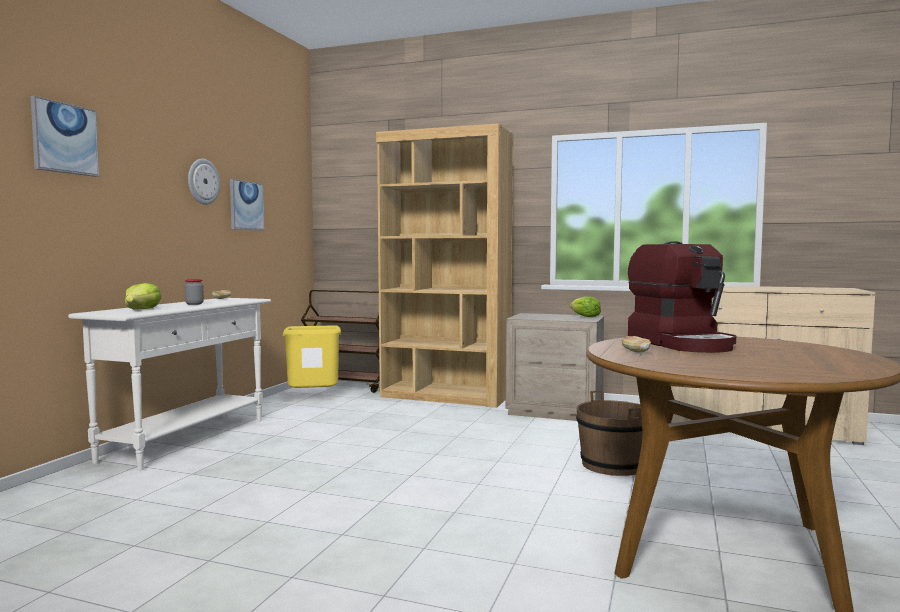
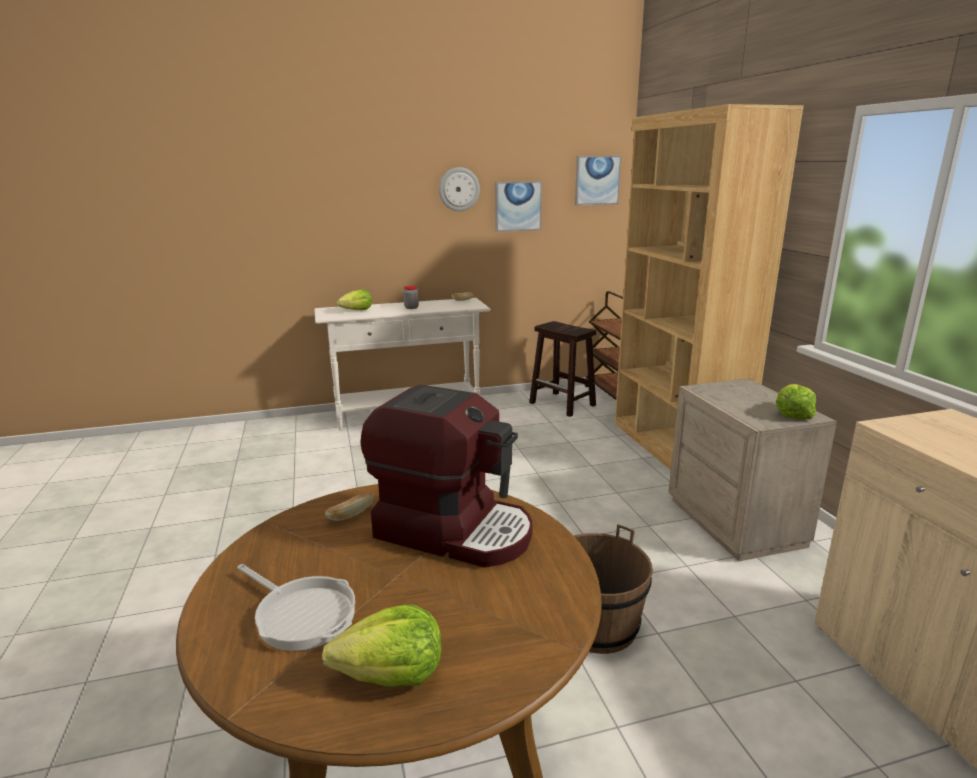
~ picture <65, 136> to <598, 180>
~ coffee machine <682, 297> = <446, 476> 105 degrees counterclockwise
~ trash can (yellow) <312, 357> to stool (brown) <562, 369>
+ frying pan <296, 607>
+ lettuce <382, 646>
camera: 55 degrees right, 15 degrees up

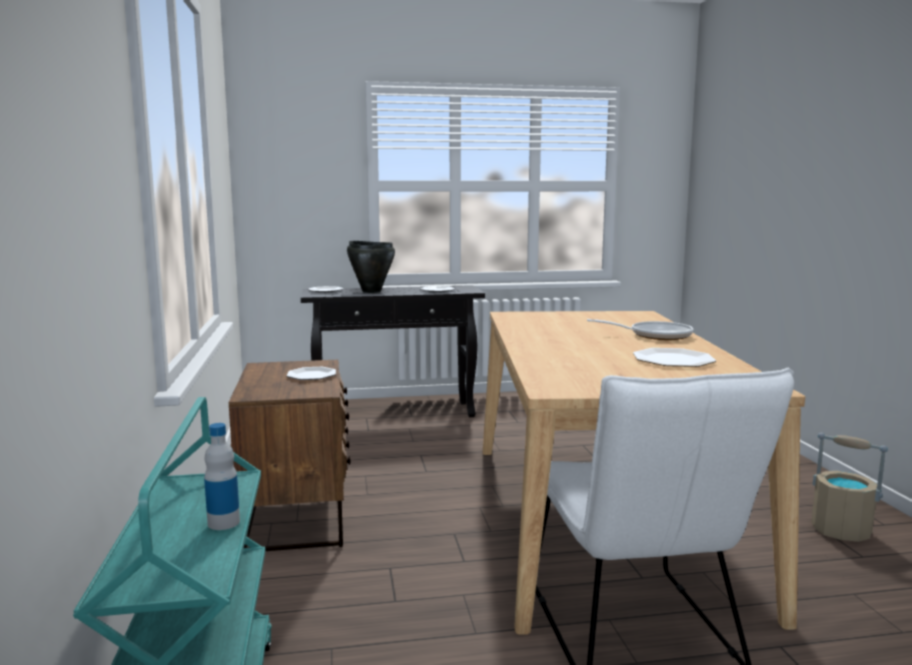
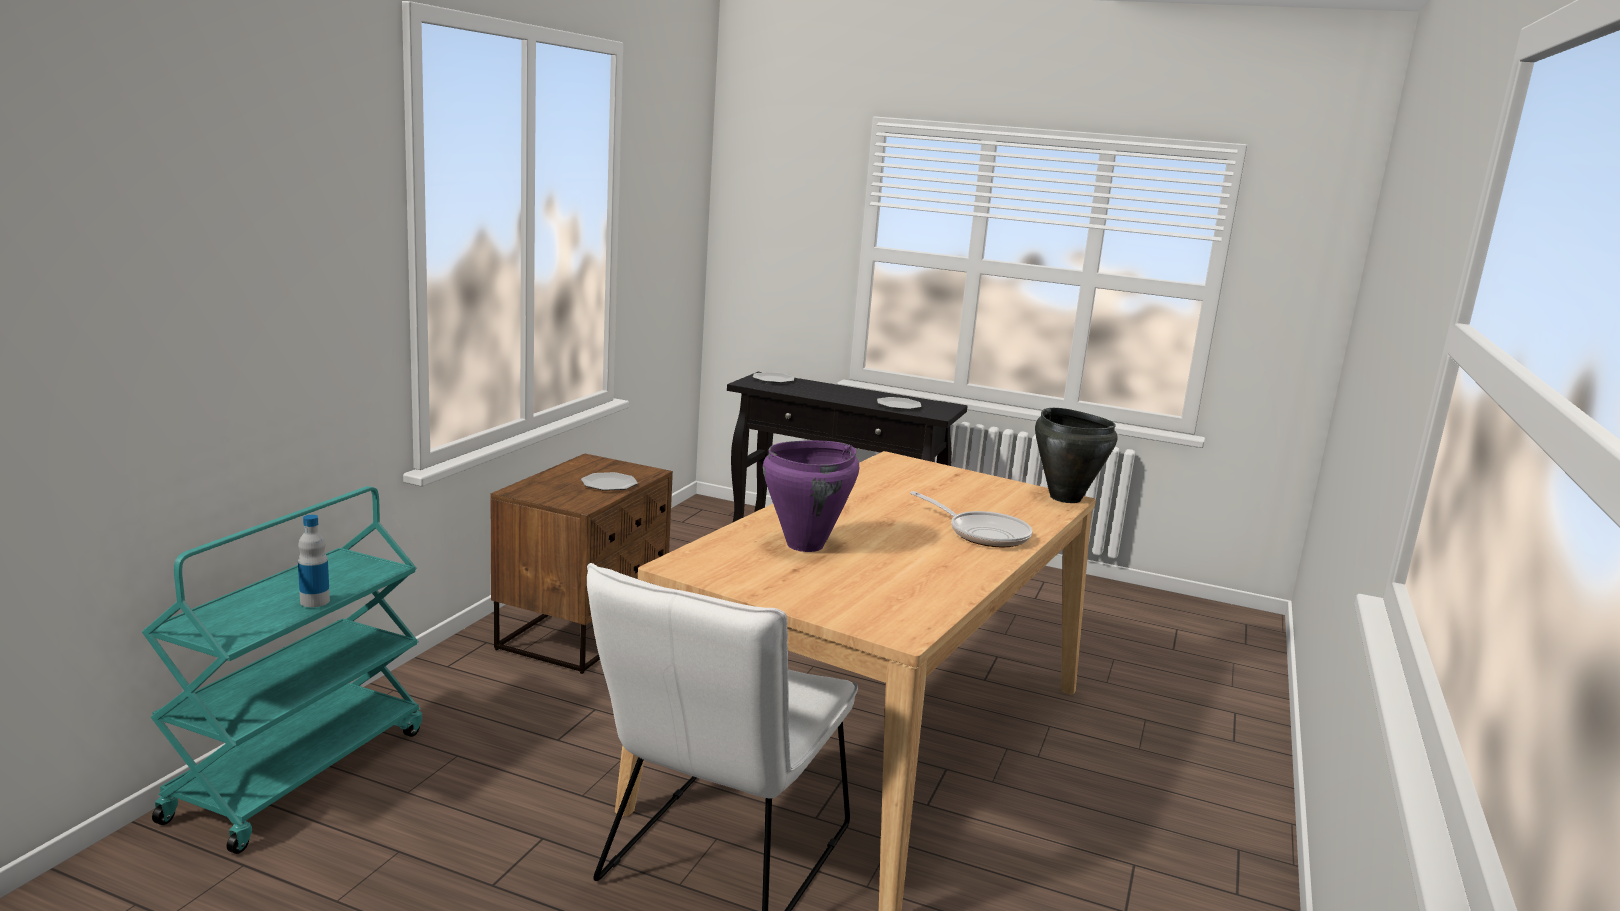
~ cooking pot (black) <371, 267> to <1076, 455>
- plate <674, 357>
- bucket (beige) <849, 487>
+ cooking pot (purple) <811, 496>
camera: 30 degrees right, 5 degrees up

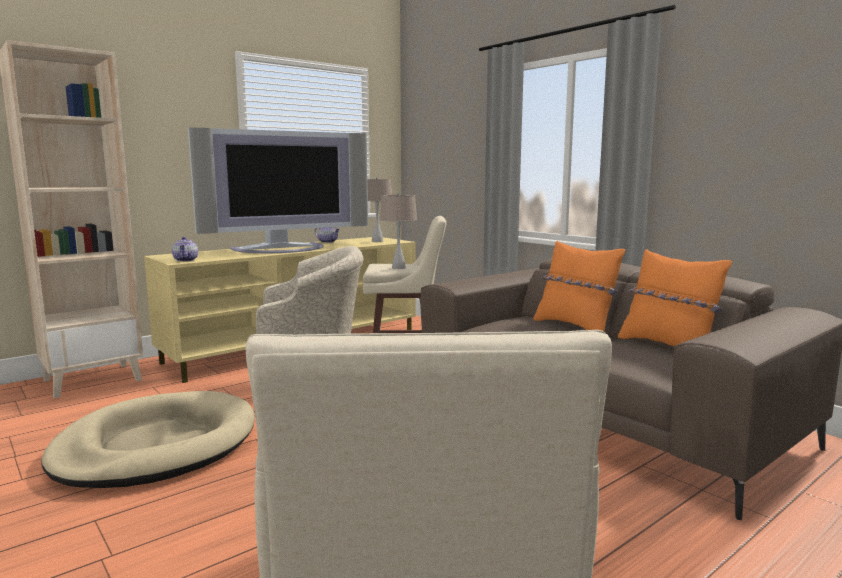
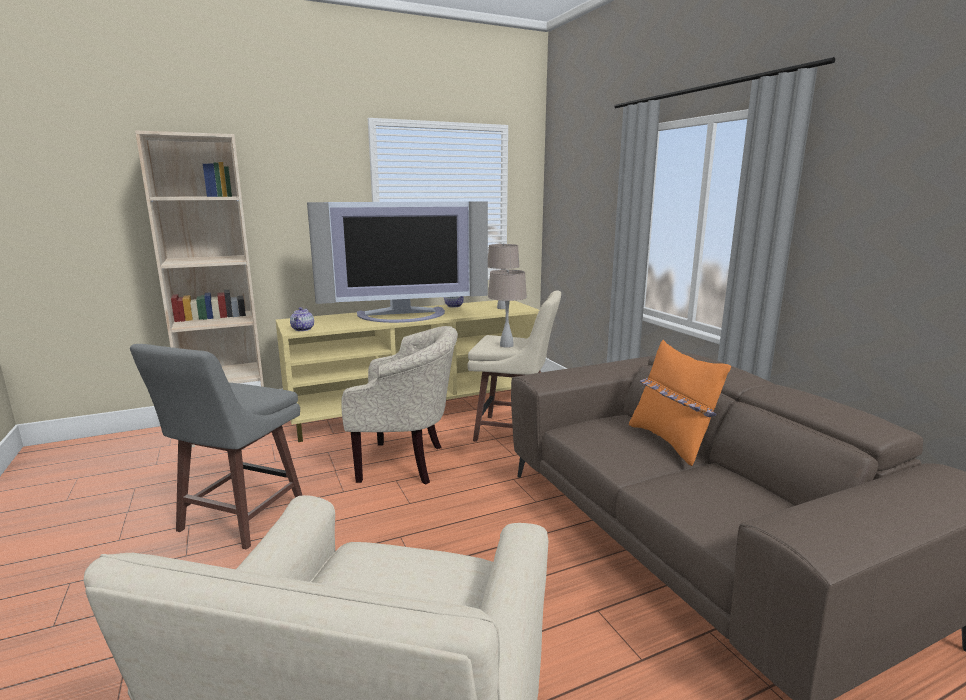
- pillow (orange) <675, 298>
~ dog bed (beige) <148, 439> to stool (grey) <216, 447>
camera: 15 degrees right, 5 degrees up

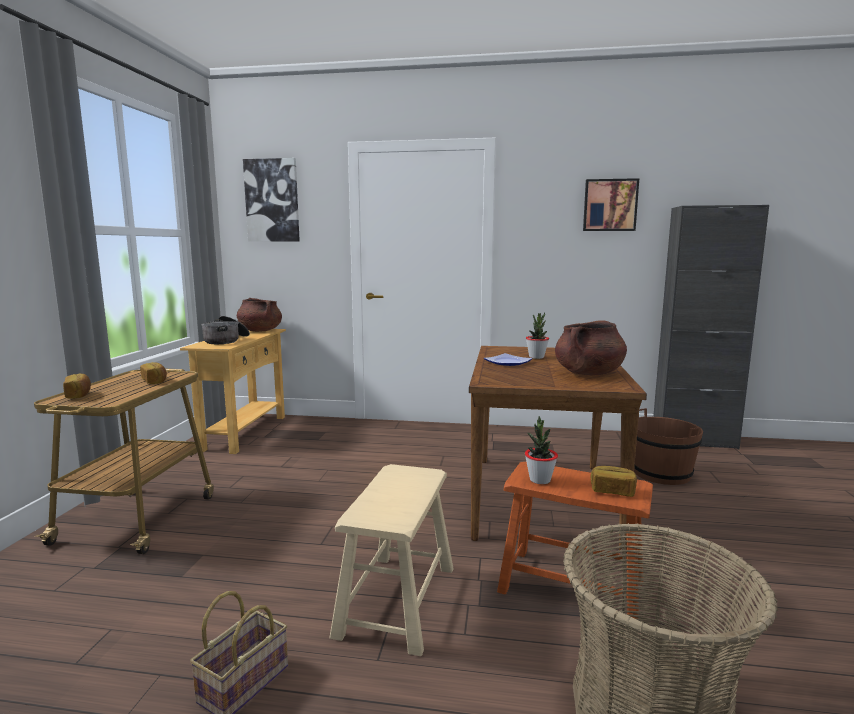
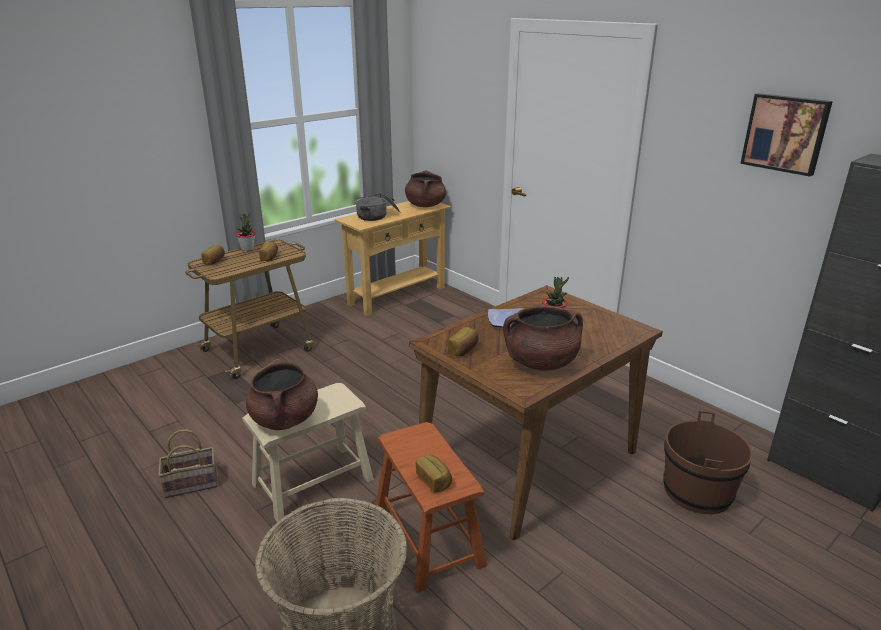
- picture <271, 200>
~ potted plant <541, 450> to <245, 231>
+ bread <463, 341>
+ cooking pot (brown) <282, 394>
camera: 40 degrees right, 15 degrees up

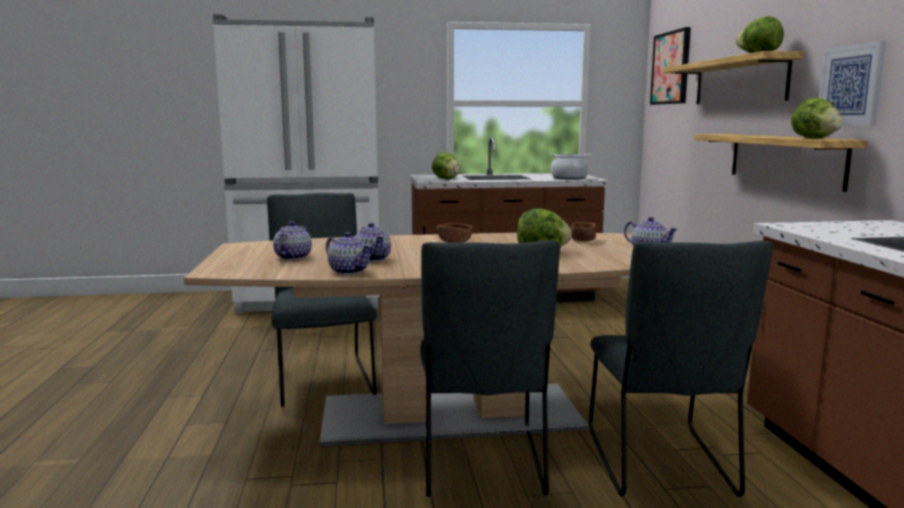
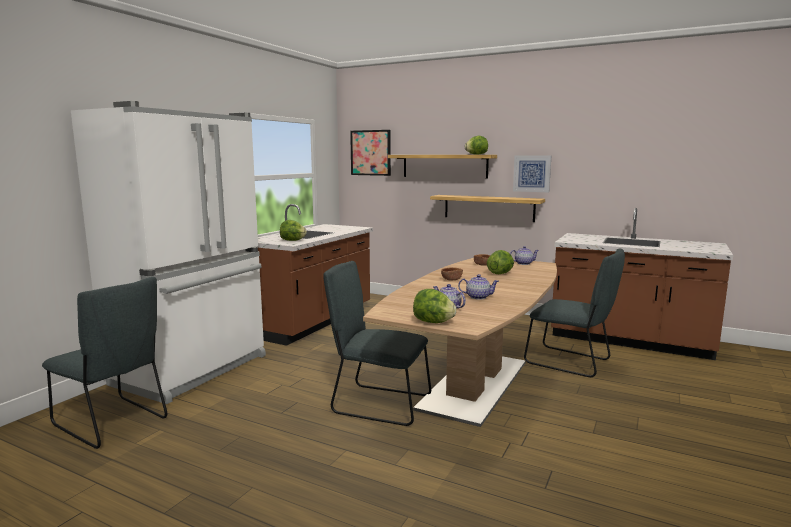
~ lettuce <817, 118> to <435, 306>
- cooking pot <570, 167>
- teapot <349, 253>
~ chair (grey) <490, 368> to <104, 363>
camera: 55 degrees left, 0 degrees up

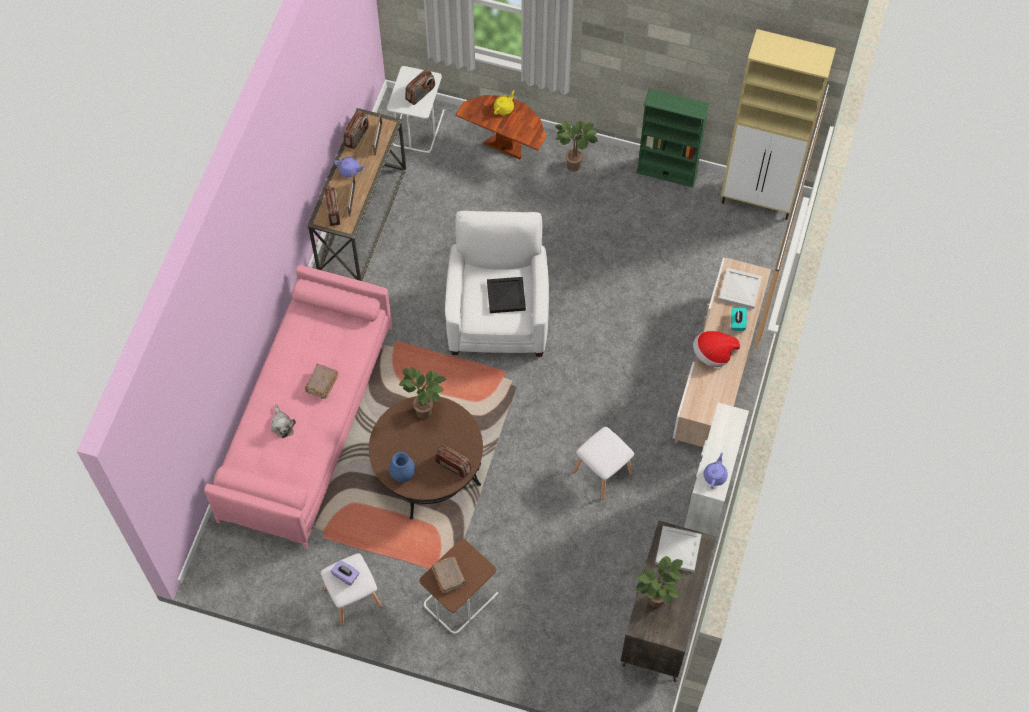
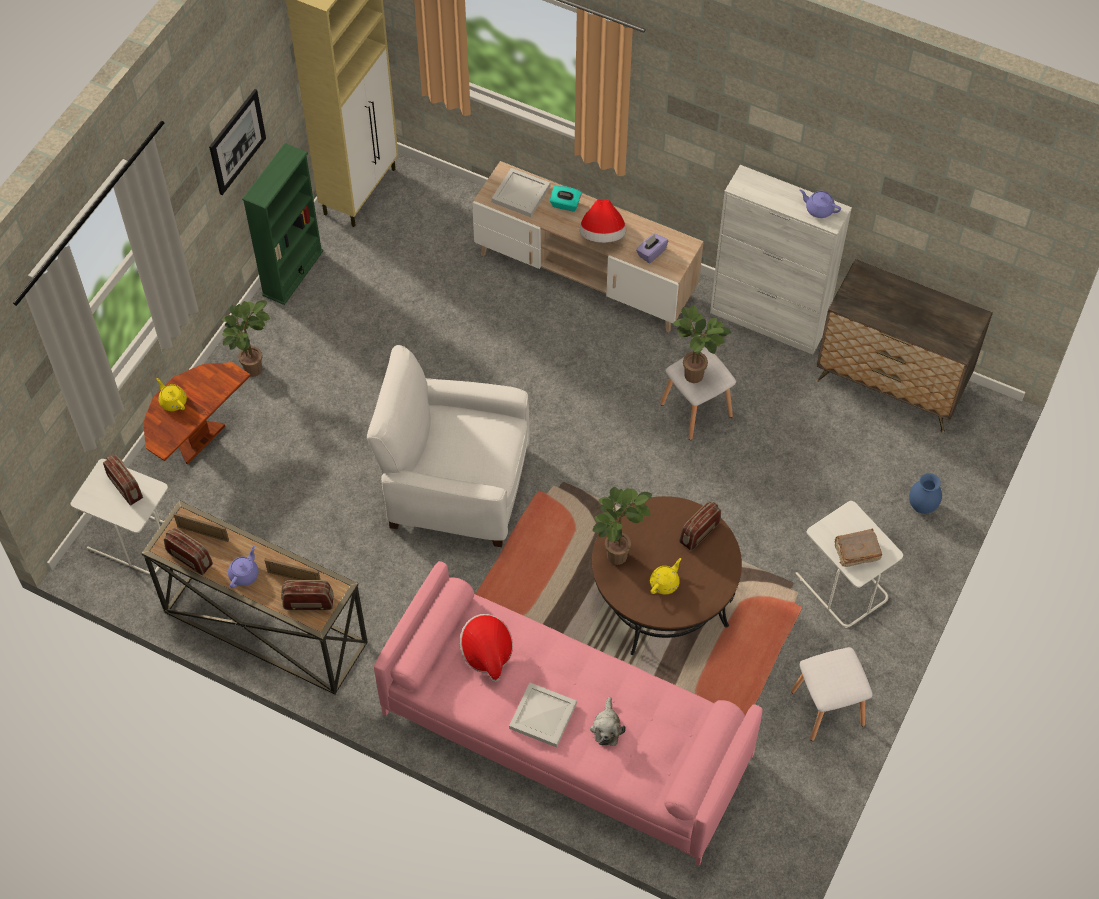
- tray (black) <506, 295>
- book (brown) <321, 381>
~ plush toy <283, 421> = <608, 721> 105 degrees clockwise
~ vase (blue) <402, 467> to <925, 493>
~ tray (white) <678, 549> to <543, 714>
~ side table (brown) <458, 586> to side table (white) <849, 564>
~ potted plant <659, 582> to <702, 344>
~ tissue box (purple) <345, 573> to <652, 248>
+ picture <237, 142>
+ teapot (yellow) <665, 576>
+ hat <486, 648>
camera: 80 degrees left, 5 degrees down

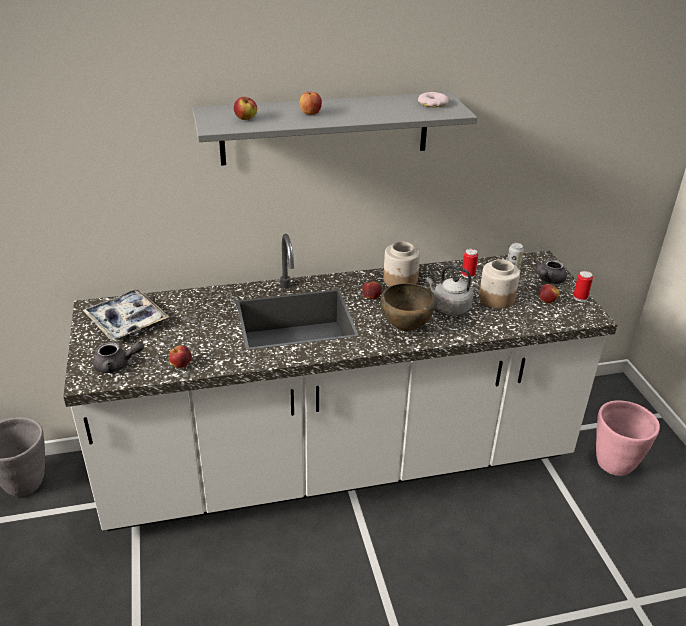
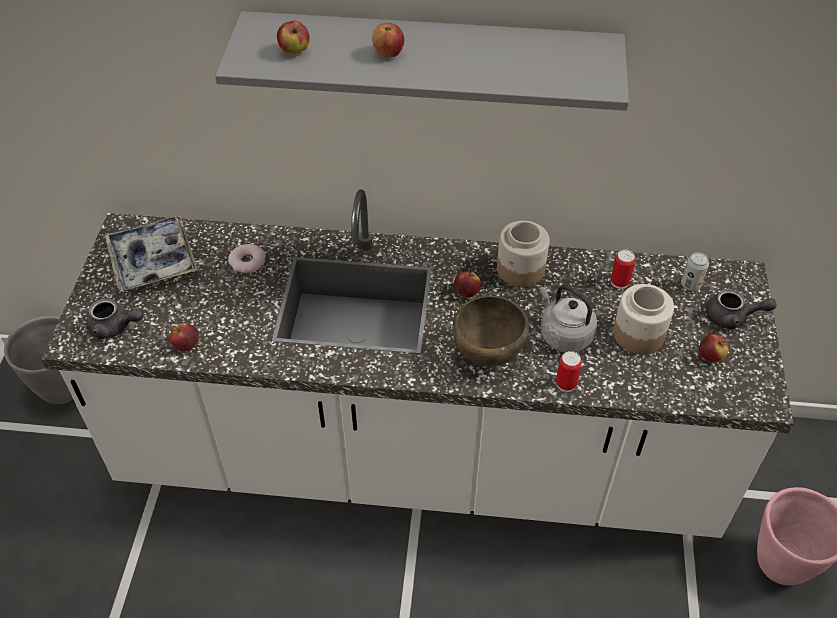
~ donut <433, 100> to <247, 258>
~ teapot (grey) <550, 271> = <741, 309> 135 degrees counterclockwise
~ can <583, 286> to <569, 371>
camera: 20 degrees right, 15 degrees up

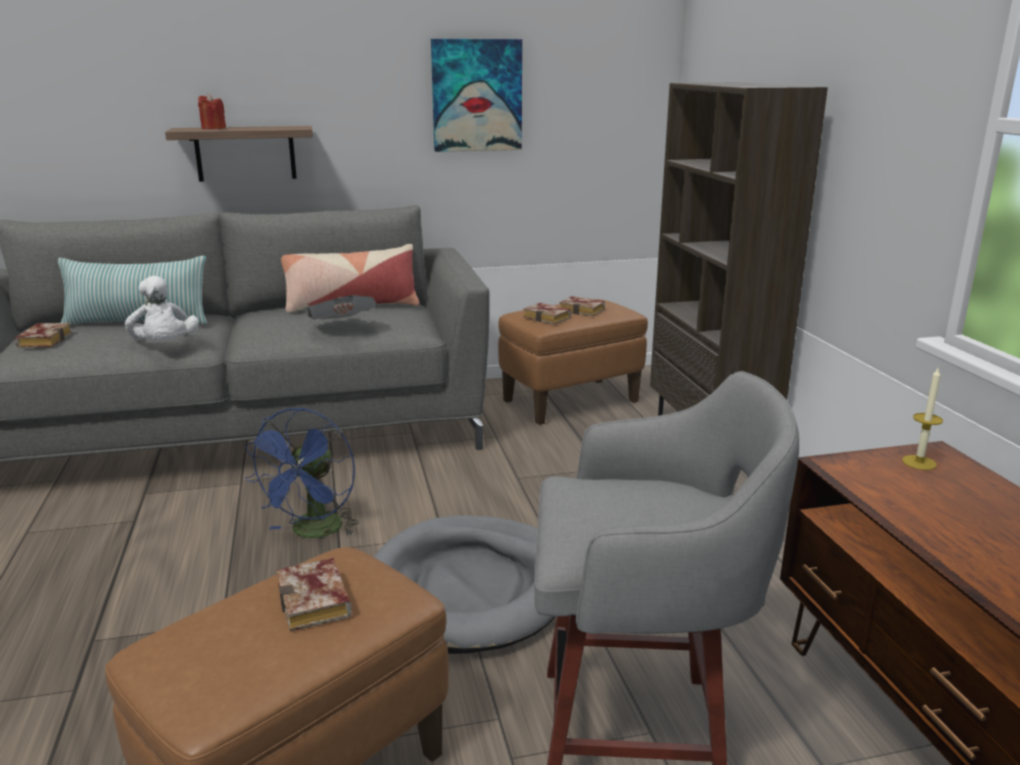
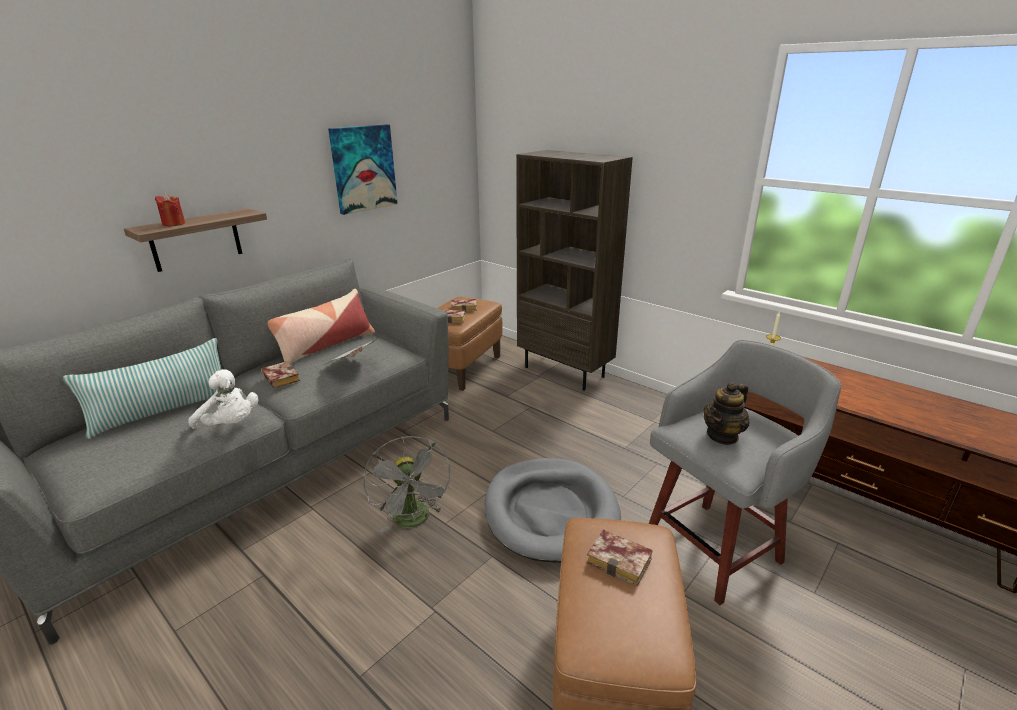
~ book <43, 335> to <280, 375>
~ fan (blue) <302, 473> to fan (grey) <407, 484>
+ teapot <726, 413>
camera: 35 degrees left, 5 degrees up

